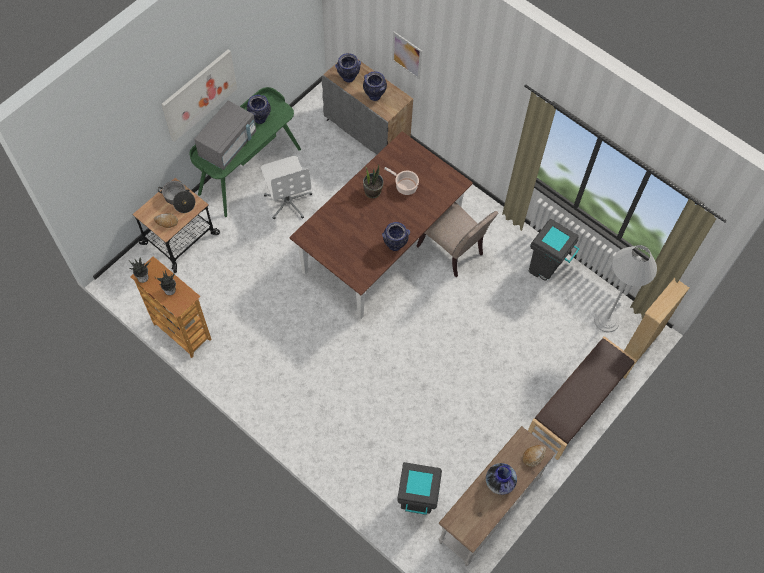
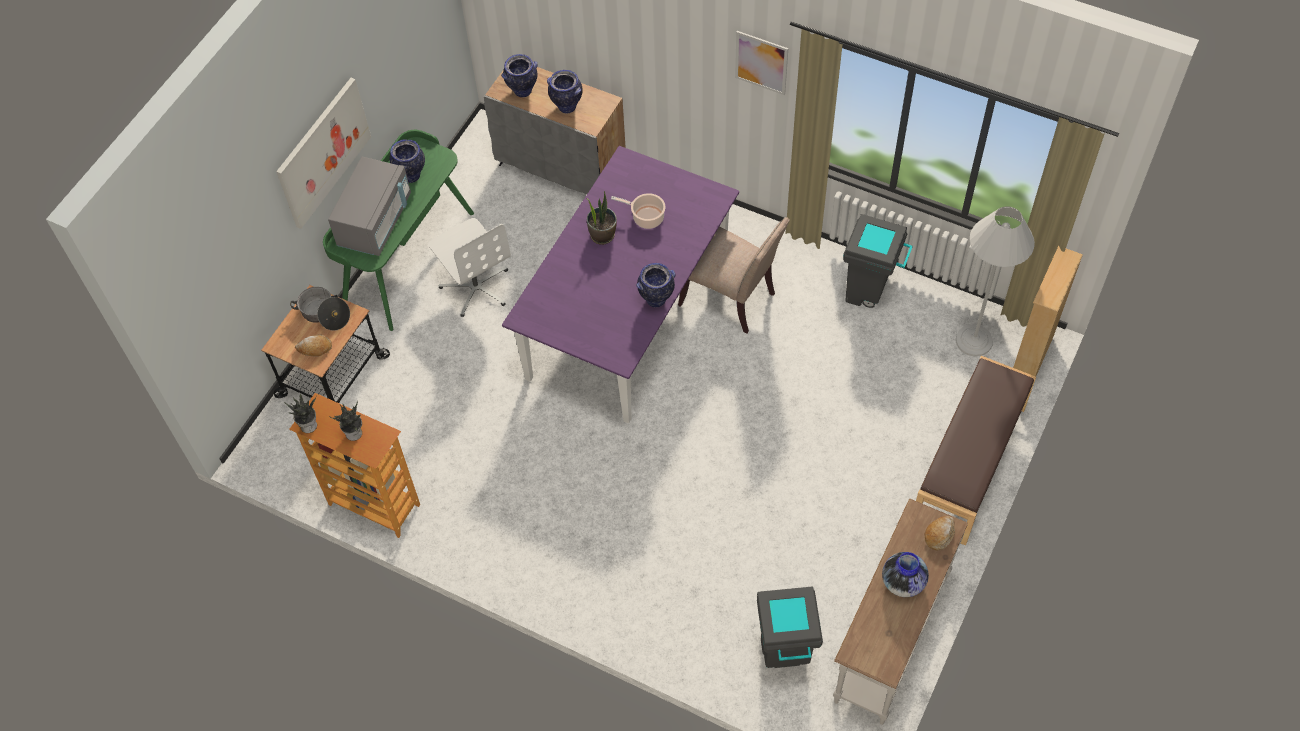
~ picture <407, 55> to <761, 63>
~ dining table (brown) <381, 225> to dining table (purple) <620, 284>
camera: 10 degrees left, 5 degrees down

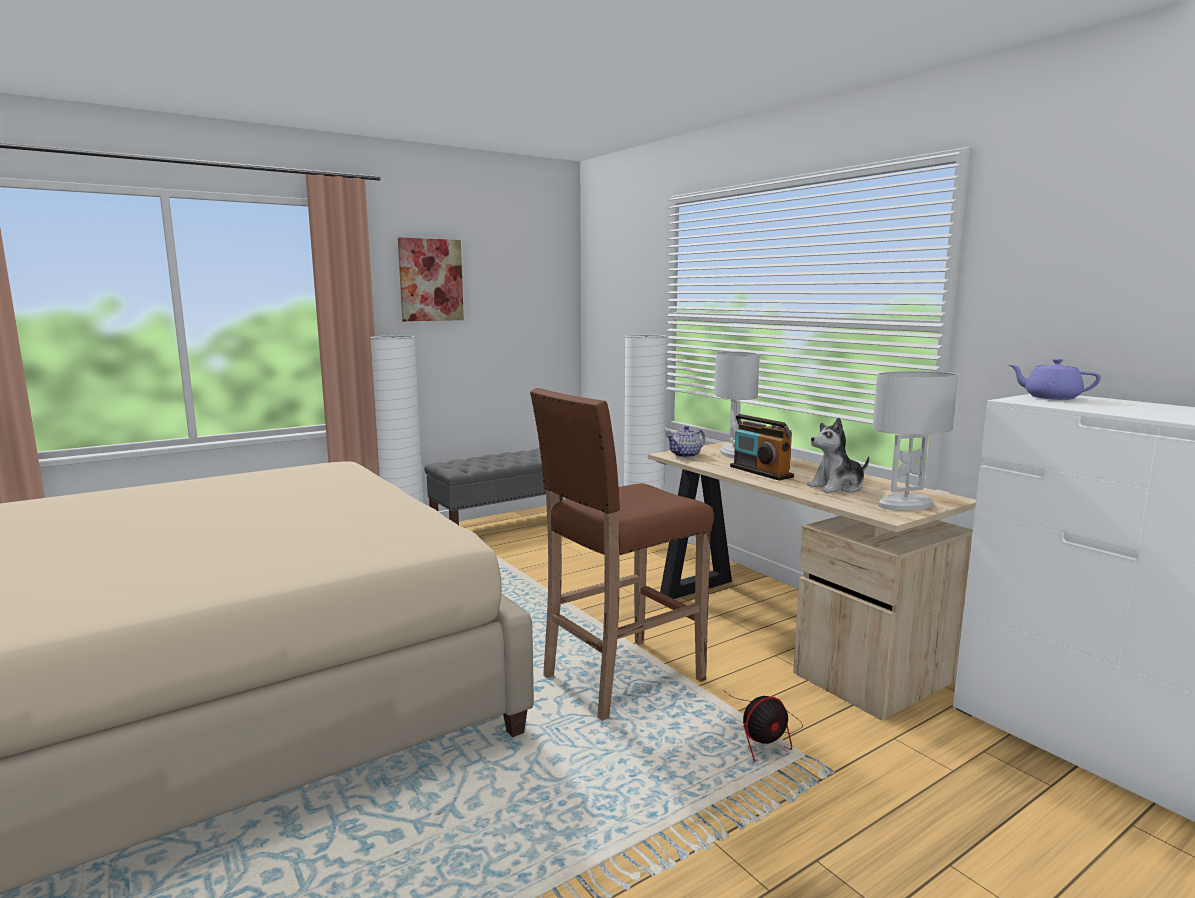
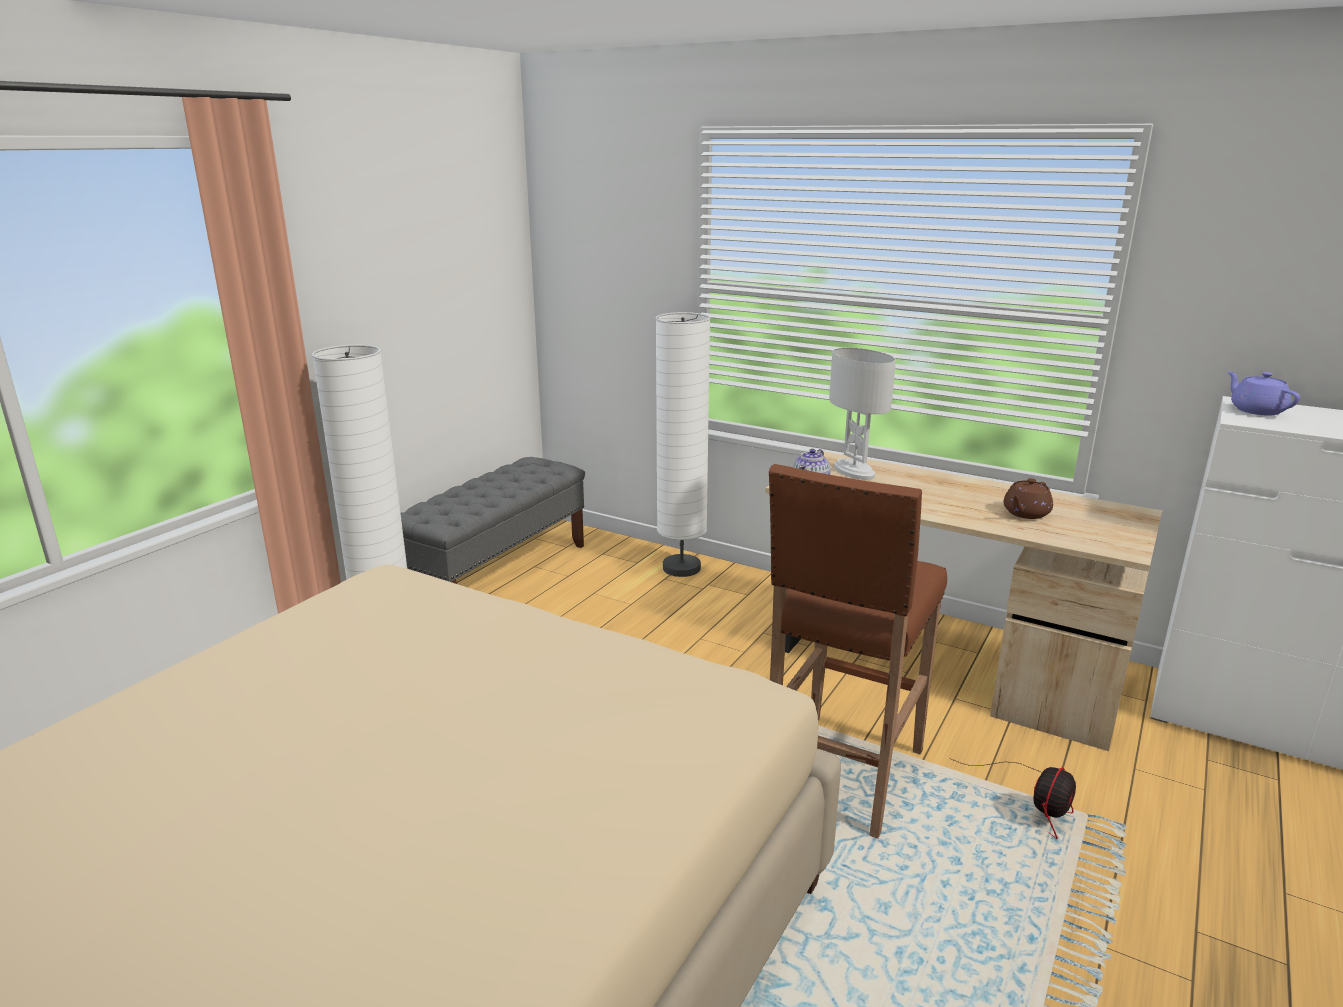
- picture <431, 279>
~ teapot (purple) <1055, 379> = <1263, 393> 60 degrees clockwise
- table lamp (white) <915, 440>
- radio <762, 447>
~ plush toy <838, 455> to teapot (brown) <1028, 498>
camera: 25 degrees left, 10 degrees up

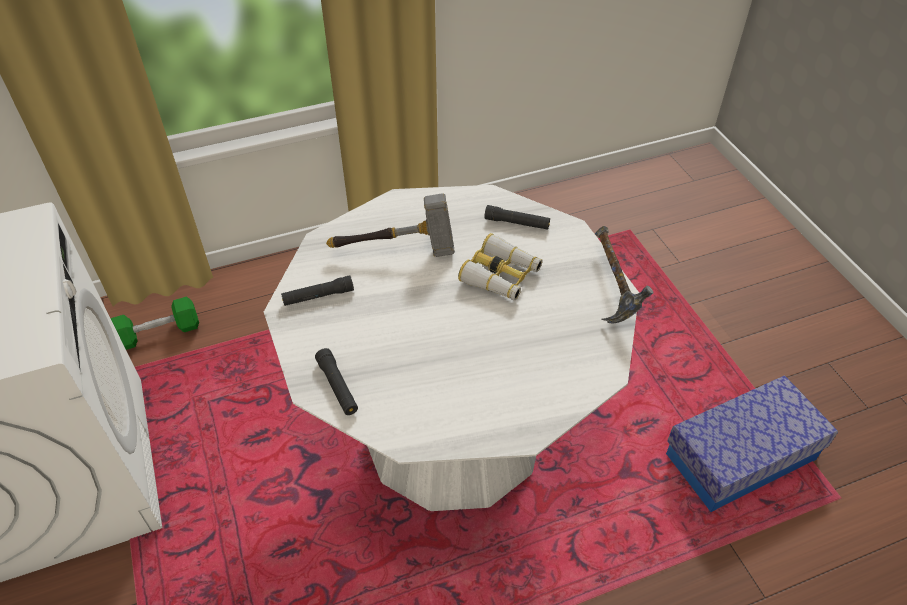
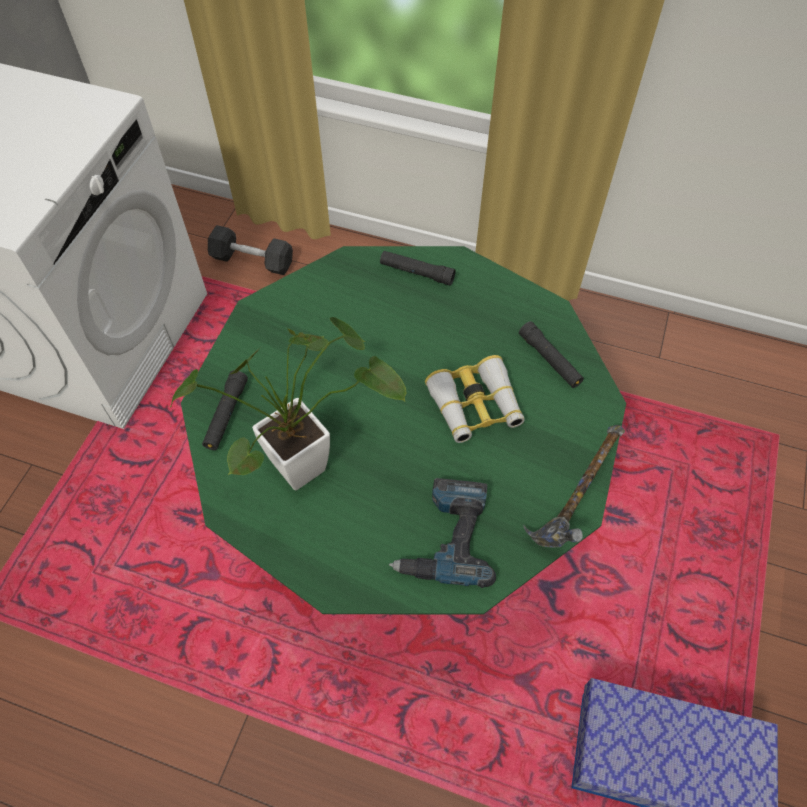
~ dining table (white) <451, 348> to dining table (green) <403, 430>
- hammer <390, 225>
~ flashlight (black) <317, 290> to <418, 268>
~ dumbbell (green) <155, 323> to dumbbell (black) <250, 250>
+ potted plant <288, 403>
+ power drill <442, 533>
camera: 40 degrees right, 10 degrees up

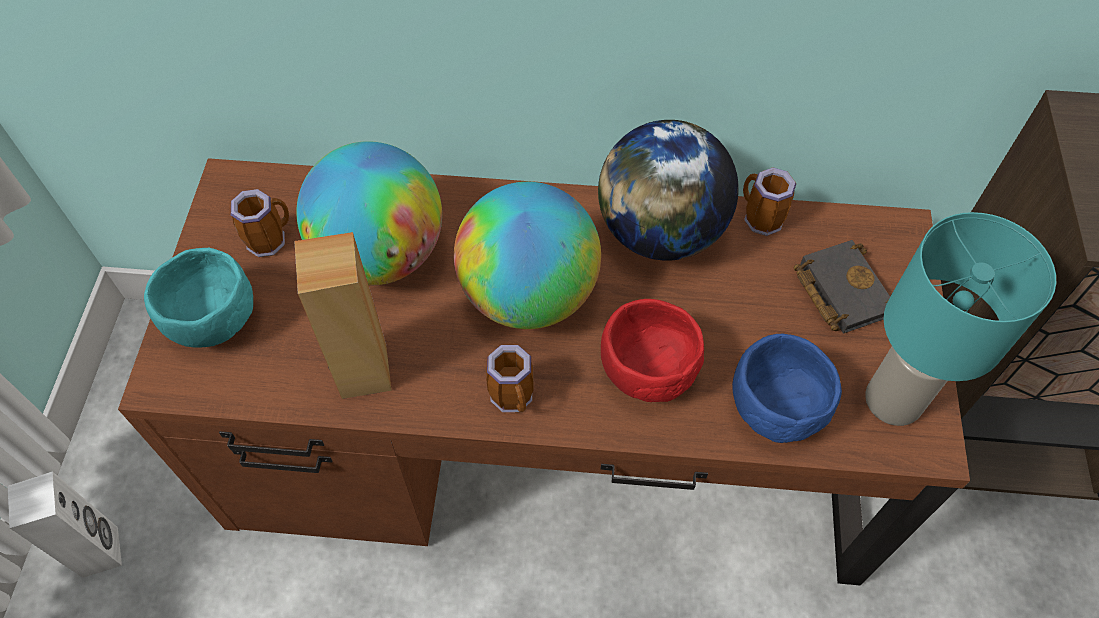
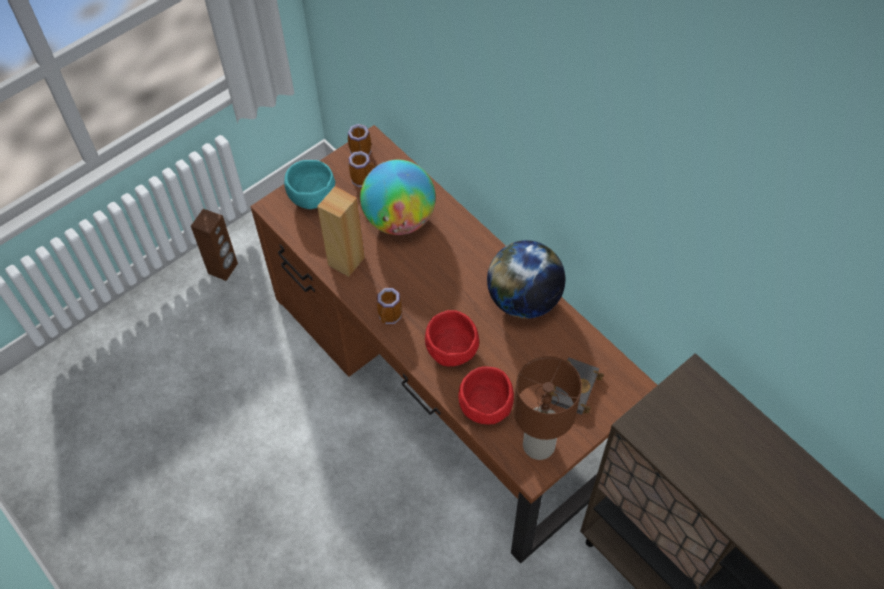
~ mug <769, 201> to <359, 139>
- globe <527, 255>
~ table lamp (turquoise) <960, 319> to table lamp (brown) <547, 407>
~ bowl (blue) <787, 388> to bowl (red) <486, 395>
~ speaker (white) <65, 524> to speaker (brown) <214, 245>
camera: 45 degrees right, 0 degrees up

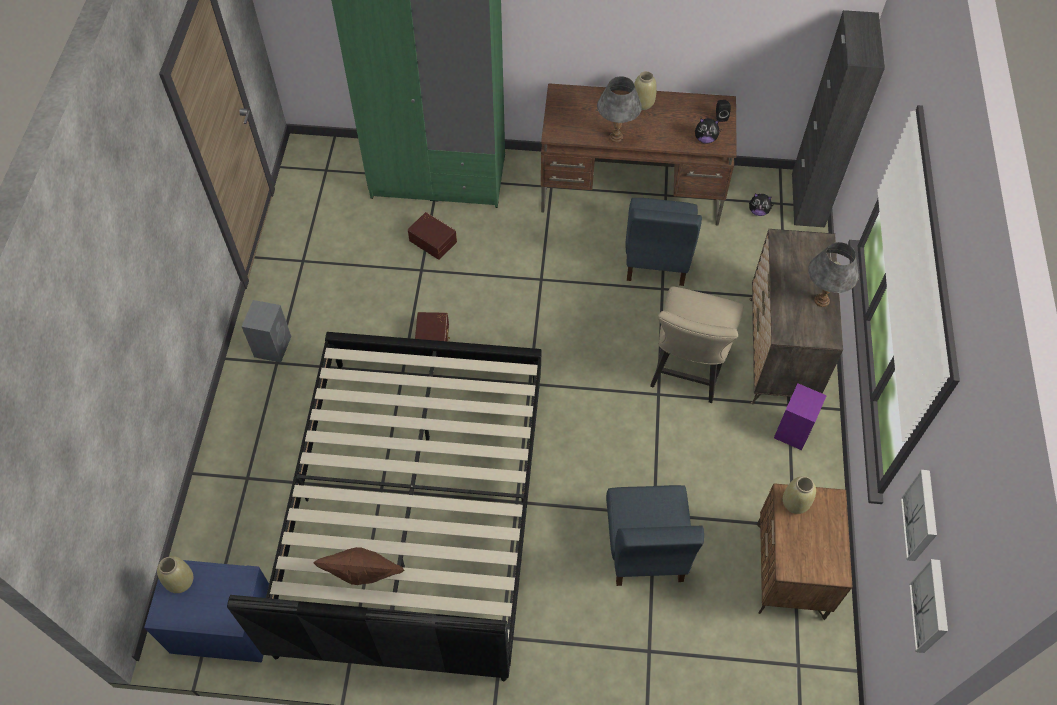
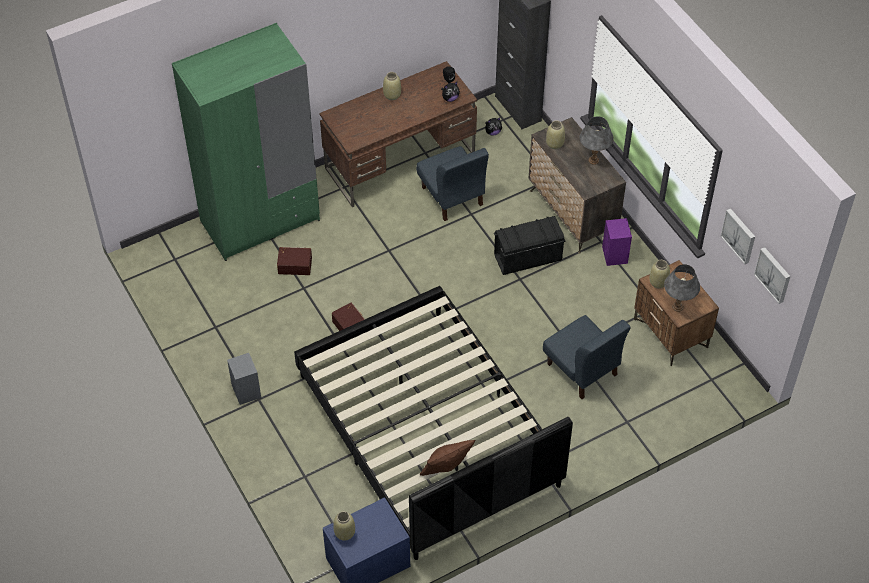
~ table lamp (grey) <619, 109> to <682, 288>
~ chair (beige) <697, 344> to storage box (black) <530, 245>
+ vase (beige) <555, 134>
camera: 35 degrees left, 5 degrees down

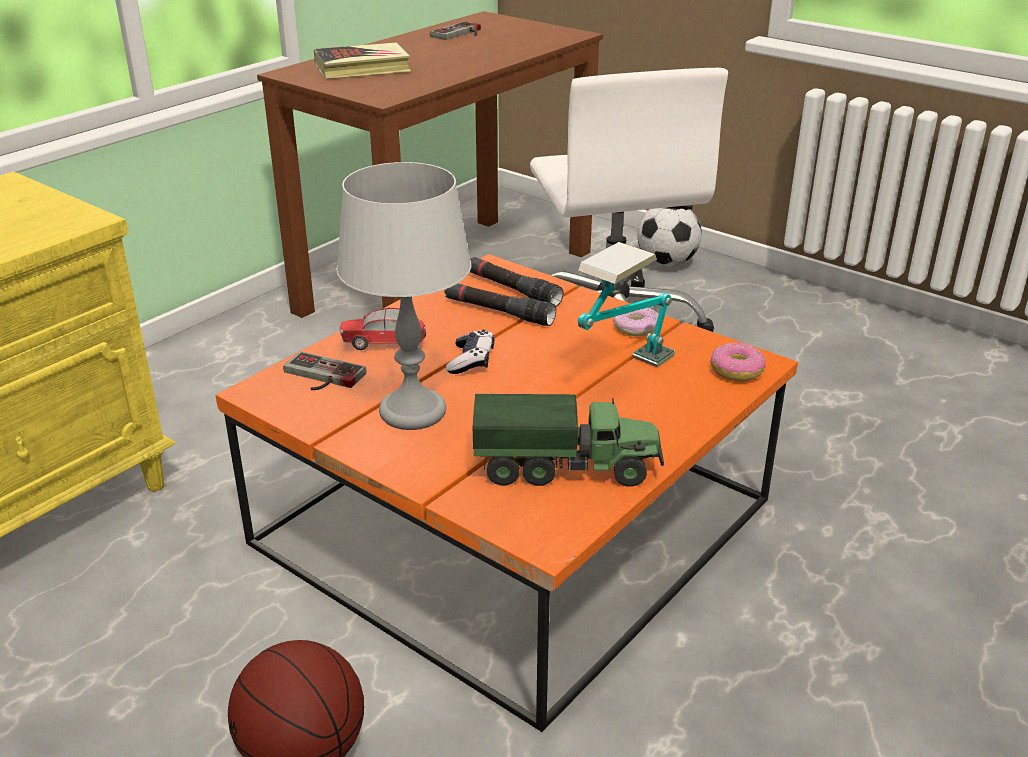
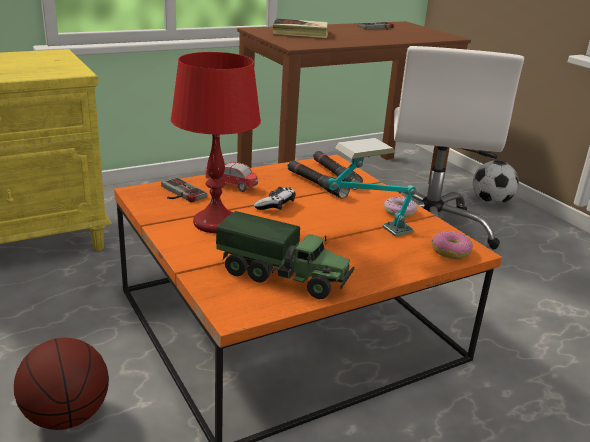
~ table lamp (grey) <403, 296> to table lamp (red) <216, 142>
camera: 20 degrees right, 5 degrees down

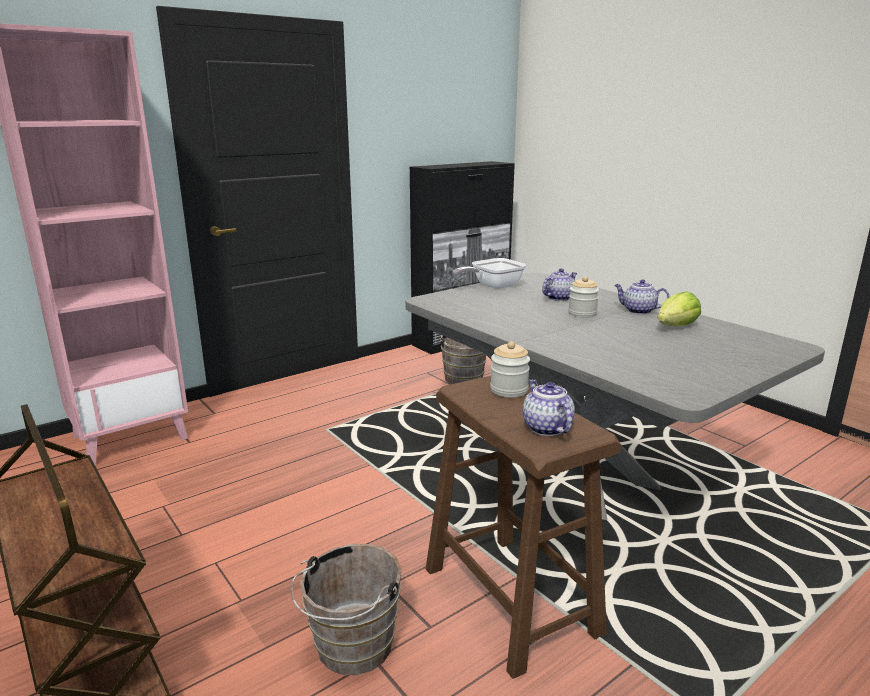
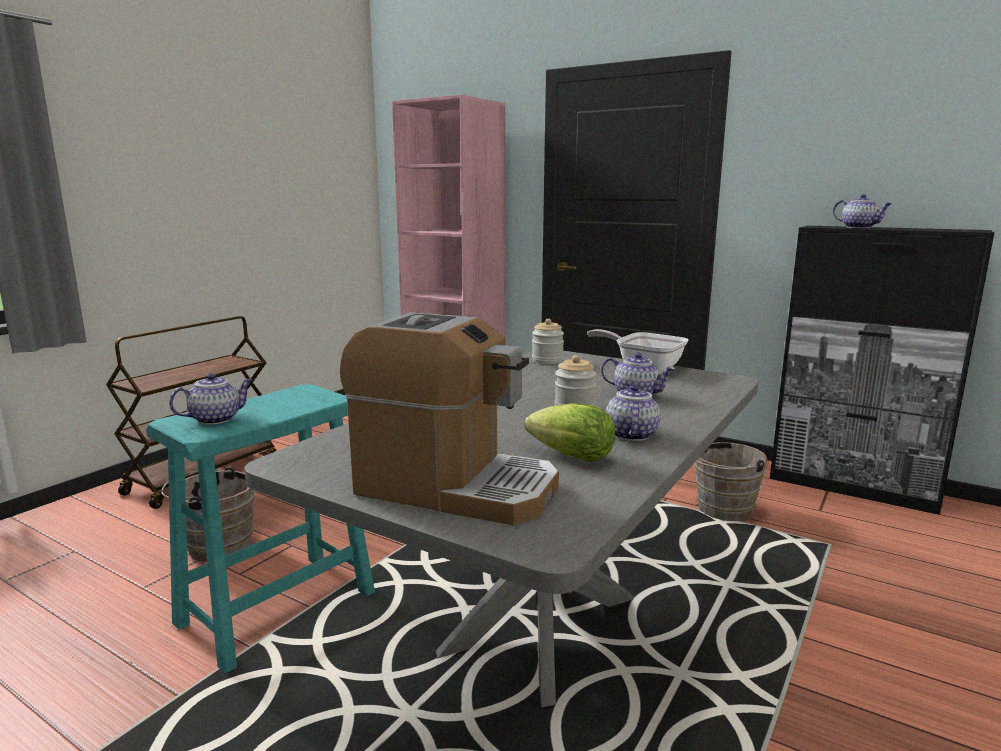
~ jar <510, 369> to <548, 341>
~ stool (brown) <523, 527> to stool (turquoise) <260, 528>
+ teapot <862, 211>
+ coffee machine <449, 418>
camera: 70 degrees right, 5 degrees down

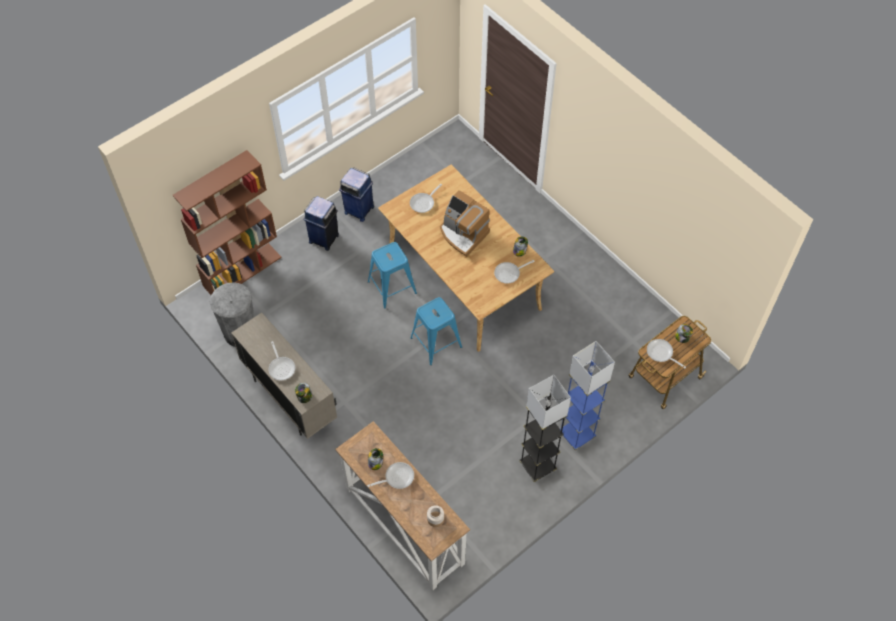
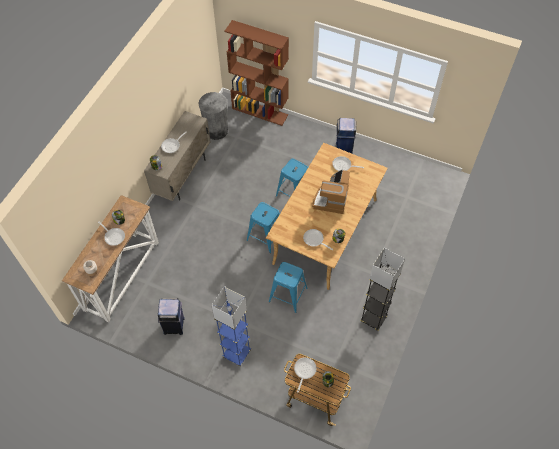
~ trash can (blue) <321, 223> to <171, 316>
~ floor lamp (grey) <545, 428> to <382, 289>
+ stool (blue) <288, 287>
camera: 65 degrees right, 0 degrees up

